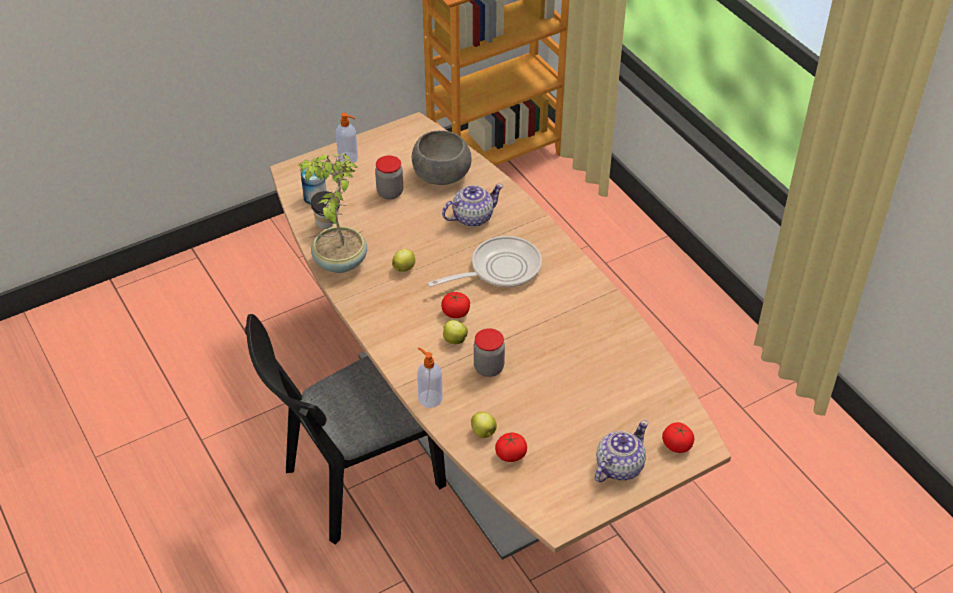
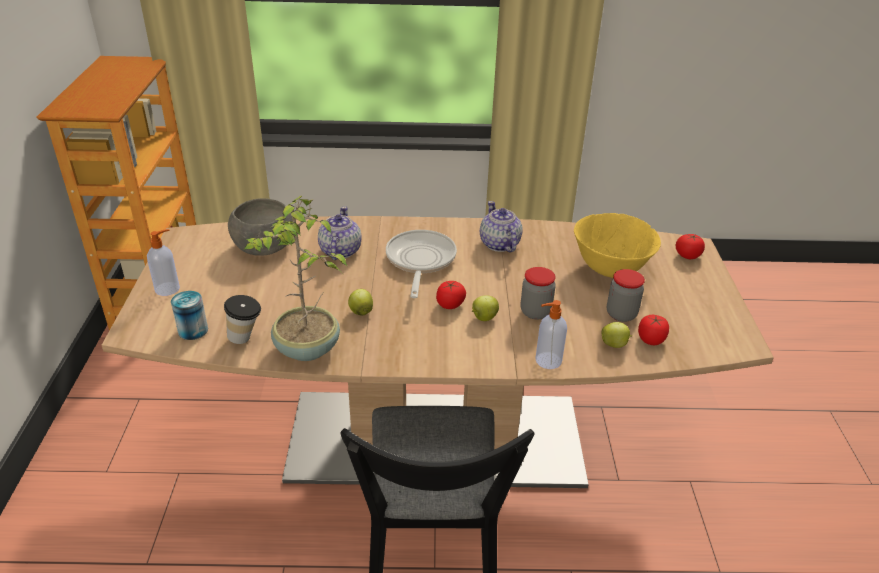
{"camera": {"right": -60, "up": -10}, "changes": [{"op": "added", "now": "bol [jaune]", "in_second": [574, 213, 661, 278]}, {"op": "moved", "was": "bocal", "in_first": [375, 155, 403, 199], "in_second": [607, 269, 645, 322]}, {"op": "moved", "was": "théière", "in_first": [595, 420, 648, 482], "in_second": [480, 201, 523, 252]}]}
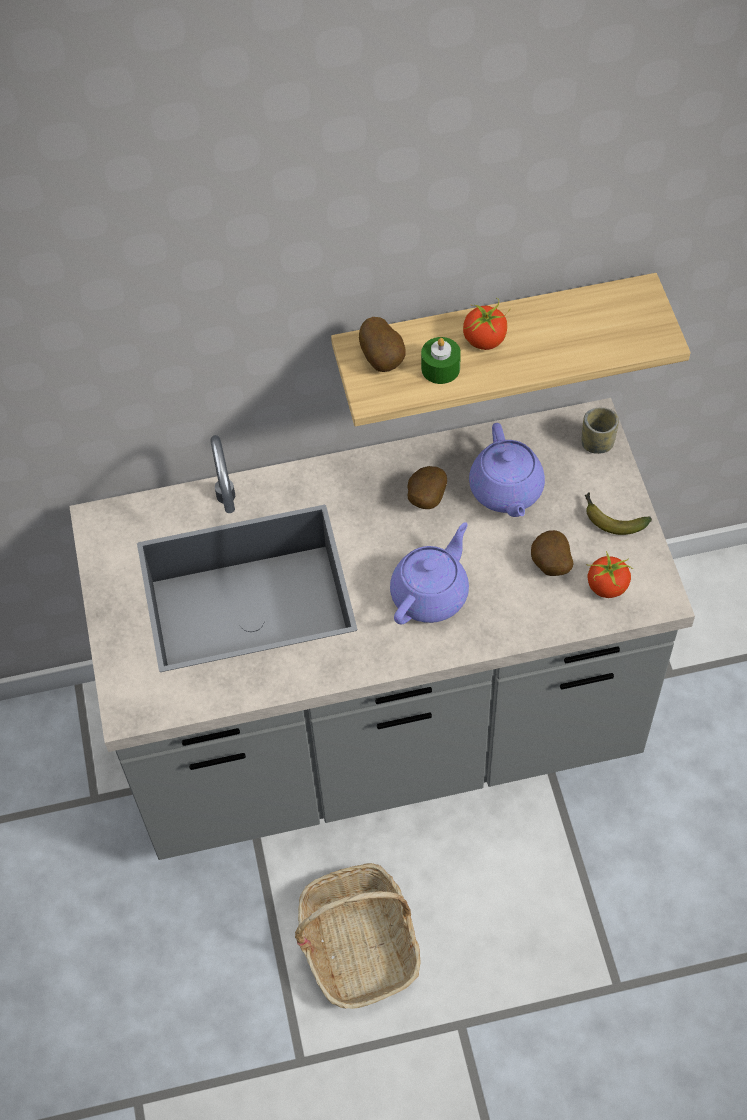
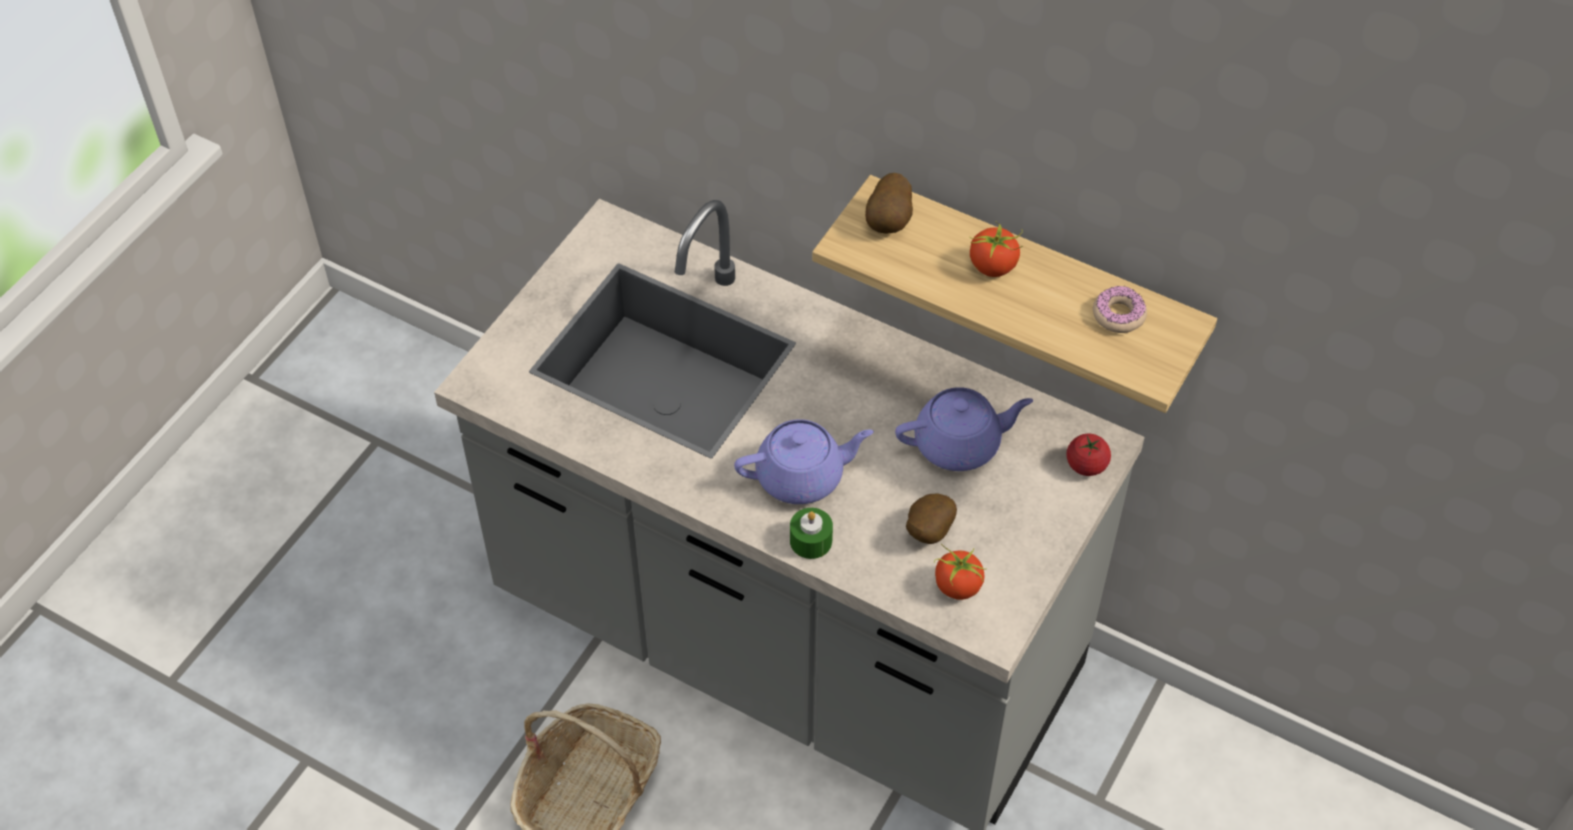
{"camera": {"right": 40, "up": -5}, "changes": [{"op": "removed", "was": "pomme de terre", "in_first": [407, 466, 447, 509]}, {"op": "removed", "was": "banane", "in_first": [585, 493, 652, 535]}, {"op": "added", "now": "beignet", "in_second": [1093, 285, 1147, 333]}, {"op": "moved", "was": "bougie [vert]", "in_first": [421, 337, 461, 384], "in_second": [790, 508, 833, 559]}, {"op": "replaced", "was": "tasse", "now": "tomate", "in_first": [582, 408, 619, 454], "in_second": [1066, 434, 1111, 476]}, {"op": "turned", "was": "théière [violet]", "in_first": [469, 423, 545, 517], "in_second": [895, 387, 1033, 471], "clockwise": -135}]}
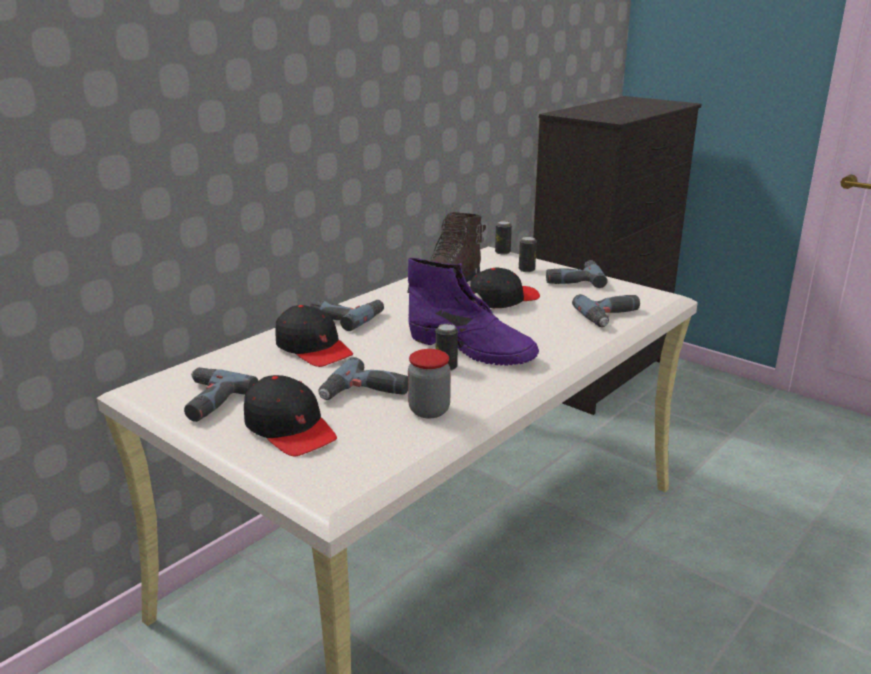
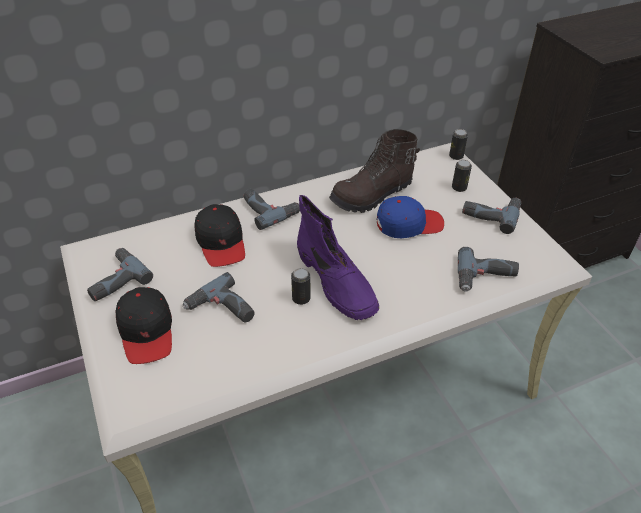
{"camera": {"right": 25, "up": 20}, "changes": [{"op": "removed", "was": "bocal", "in_first": [408, 349, 451, 418]}, {"op": "recoloured", "was": "casquette [noir]", "now": "casquette [bleu]", "in_first": [470, 268, 540, 308], "in_second": [377, 196, 444, 238]}]}
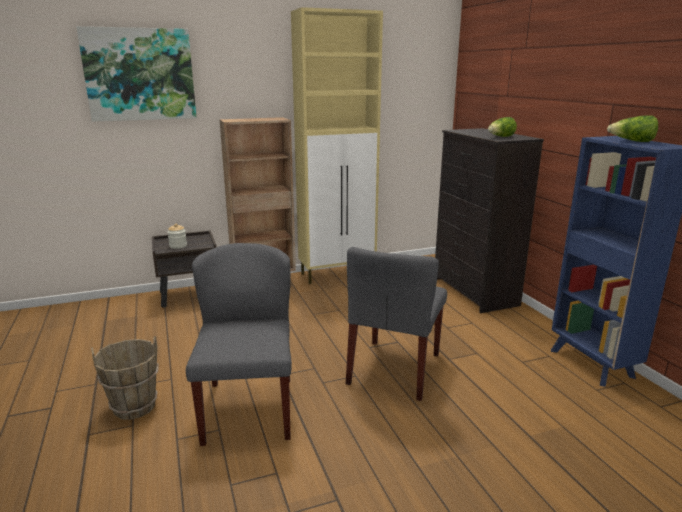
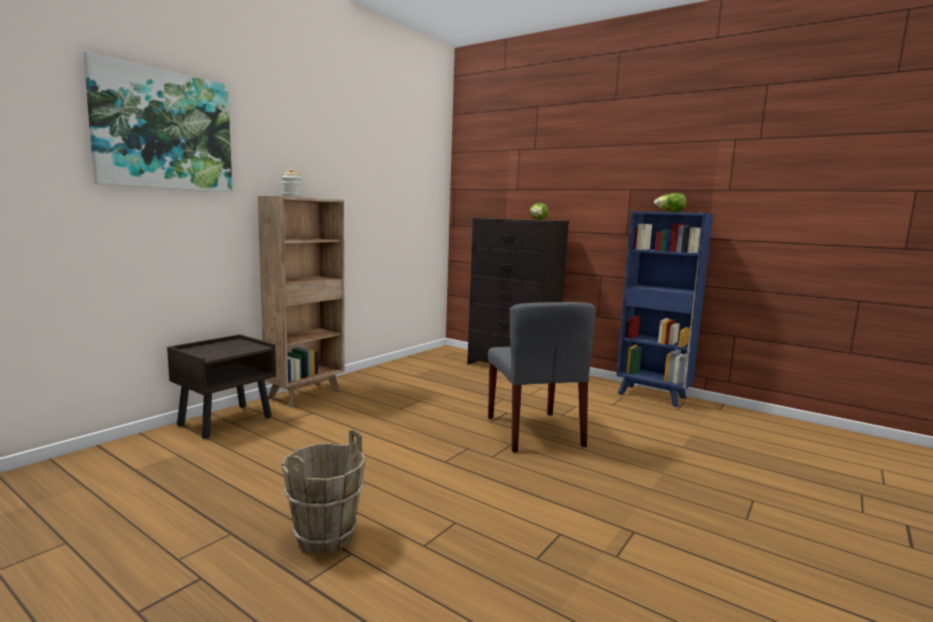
{"camera": {"right": -35, "up": -10}, "changes": [{"op": "removed", "was": "chaise [gris]", "in_first": [186, 243, 292, 446]}, {"op": "removed", "was": "meuble de rangement [beige]", "in_first": [291, 7, 383, 284]}, {"op": "moved", "was": "bocal", "in_first": [167, 224, 187, 249], "in_second": [281, 169, 302, 197]}]}
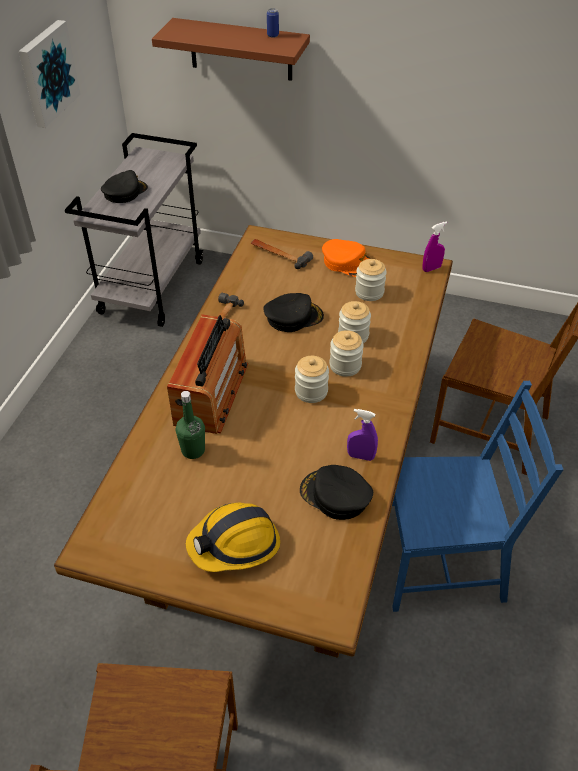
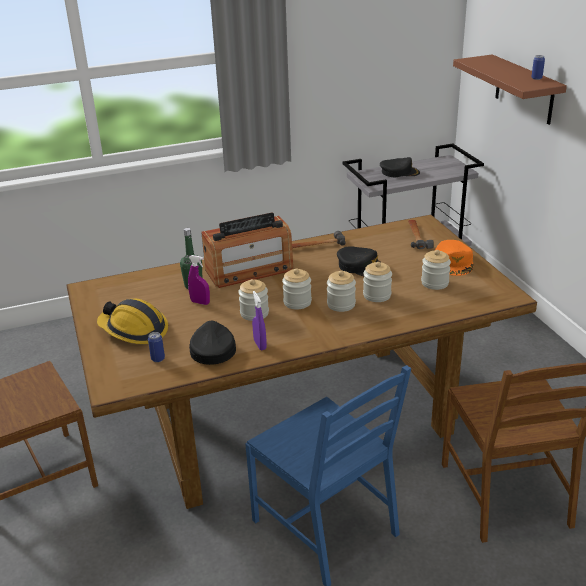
{"camera": {"right": 55, "up": -15}, "changes": [{"op": "removed", "was": "tableau", "in_first": [19, 20, 81, 128]}, {"op": "added", "now": "boîte métallique", "in_second": [148, 332, 165, 362]}, {"op": "added", "now": "bocal", "in_second": [238, 279, 269, 321]}, {"op": "moved", "was": "vaporisateur [violet]", "in_first": [423, 222, 447, 272], "in_second": [188, 255, 210, 305]}]}
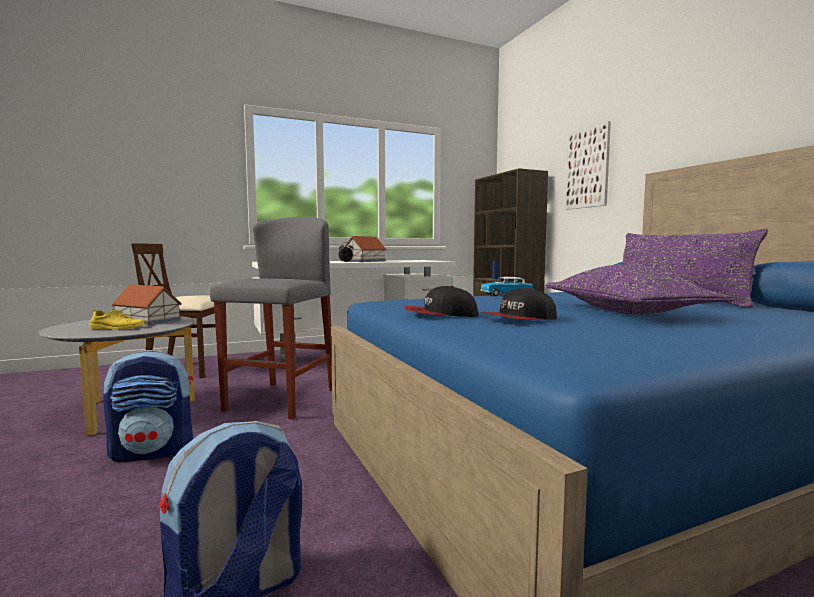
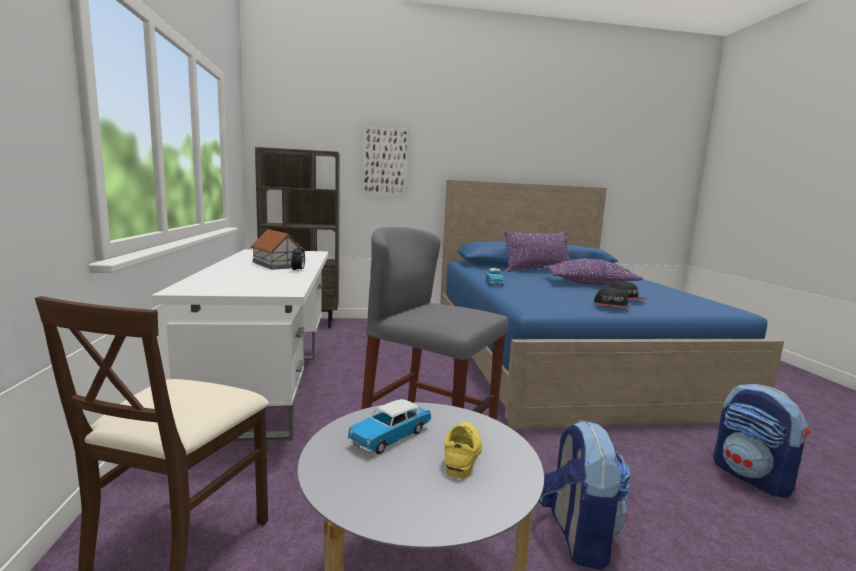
{"camera": {"right": -75, "up": 5}, "changes": [{"op": "replaced", "was": "maison miniature", "now": "petite voiture", "in_first": [111, 285, 182, 326], "in_second": [347, 399, 431, 454]}]}
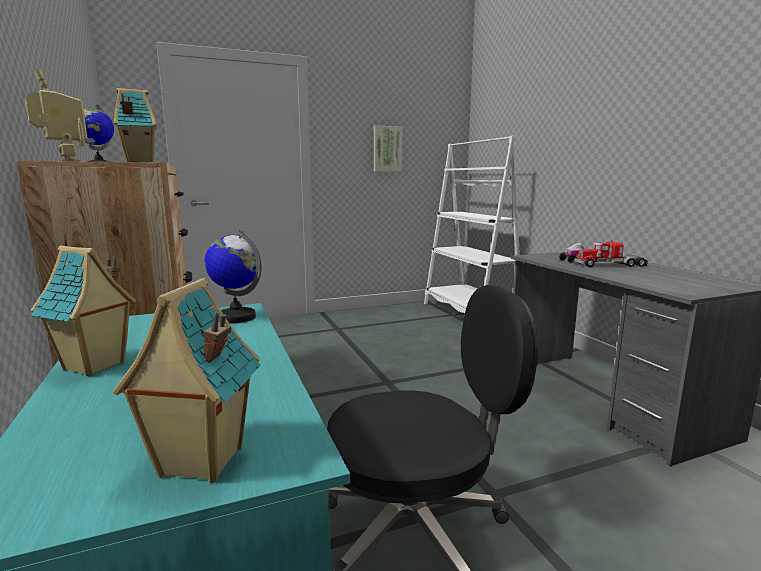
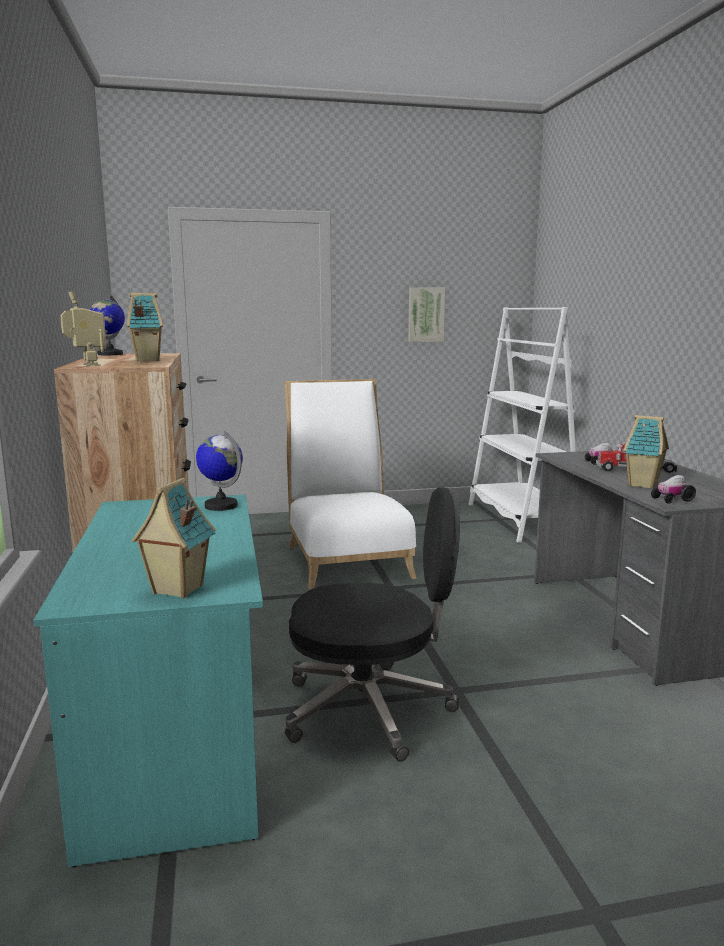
{"camera": {"right": 10, "up": 0}, "changes": [{"op": "added", "now": "chaise [blanc]", "in_second": [285, 379, 417, 590]}, {"op": "added", "now": "petite voiture", "in_second": [651, 475, 696, 504]}, {"op": "moved", "was": "maison miniature", "in_first": [31, 246, 136, 376], "in_second": [623, 415, 669, 489]}]}
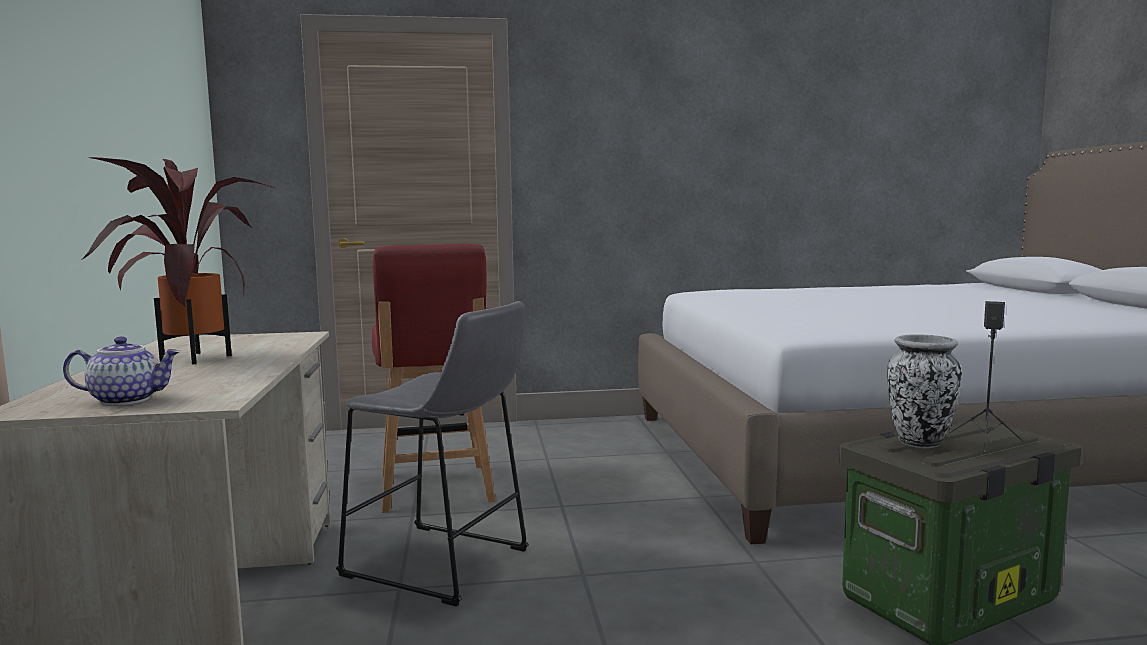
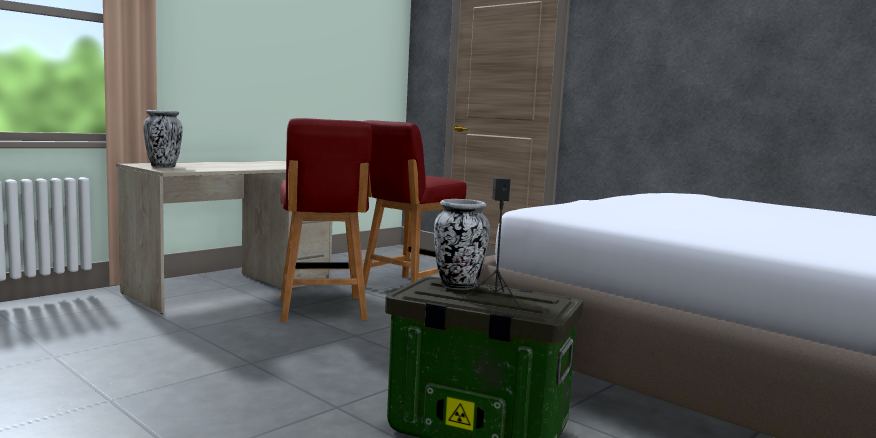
{"camera": {"right": 50, "up": 0}, "changes": [{"op": "removed", "was": "plante en pot", "in_first": [83, 157, 275, 365]}, {"op": "replaced", "was": "théière", "now": "vase", "in_first": [63, 336, 181, 406], "in_second": [143, 110, 183, 168]}, {"op": "replaced", "was": "tabouret [gris]", "now": "chaise [rouge]", "in_first": [336, 301, 529, 607], "in_second": [280, 118, 372, 322]}]}
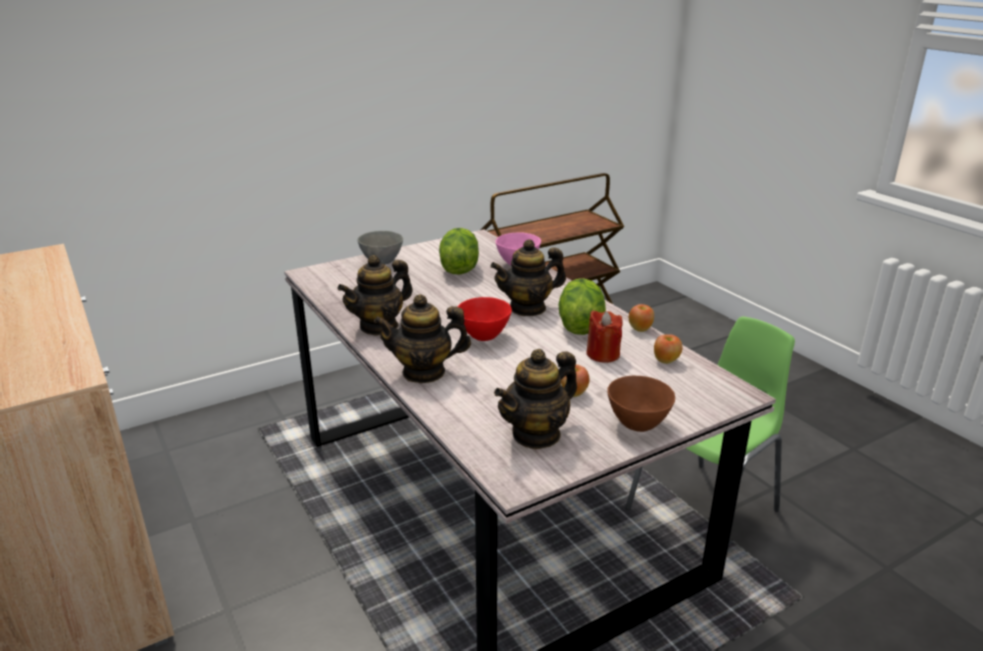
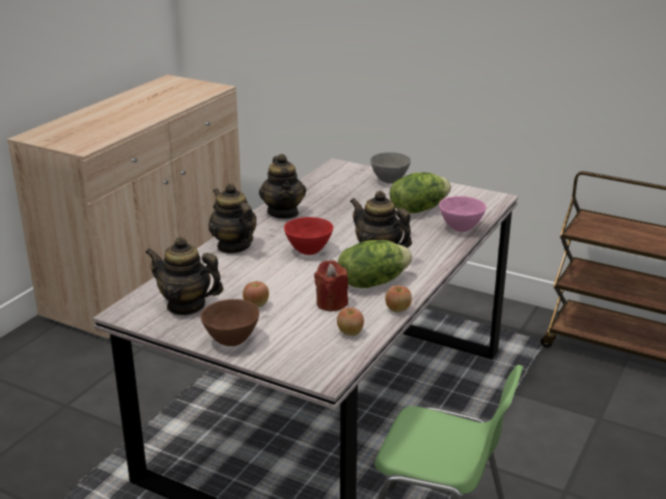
{"camera": {"right": 60, "up": 0}, "changes": [{"op": "turned", "was": "théière", "in_first": [338, 255, 413, 336], "in_second": [259, 154, 306, 219], "clockwise": -120}]}
